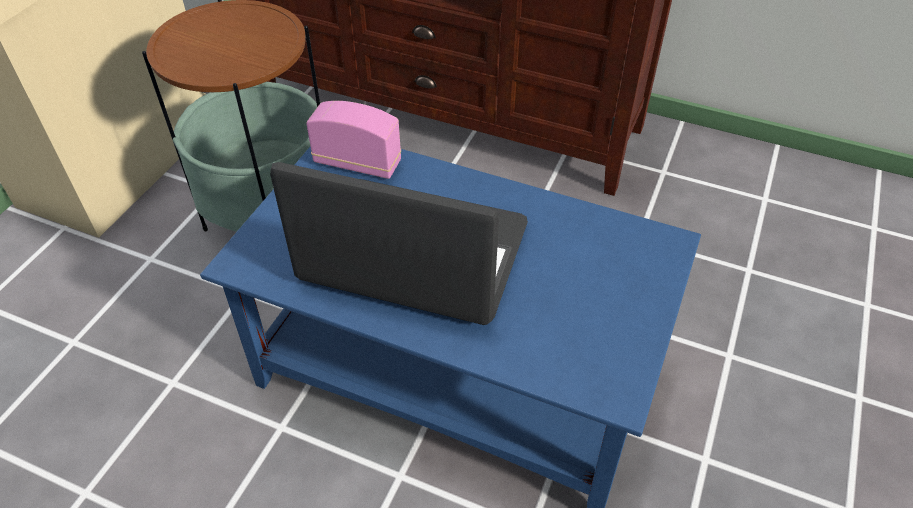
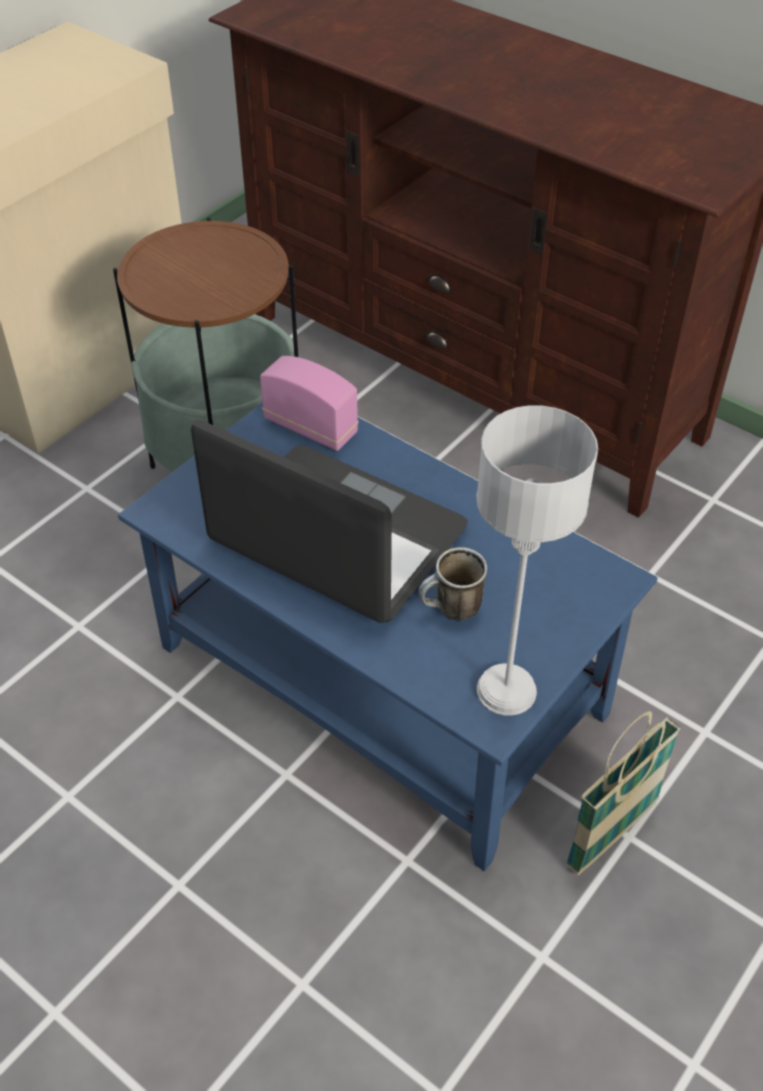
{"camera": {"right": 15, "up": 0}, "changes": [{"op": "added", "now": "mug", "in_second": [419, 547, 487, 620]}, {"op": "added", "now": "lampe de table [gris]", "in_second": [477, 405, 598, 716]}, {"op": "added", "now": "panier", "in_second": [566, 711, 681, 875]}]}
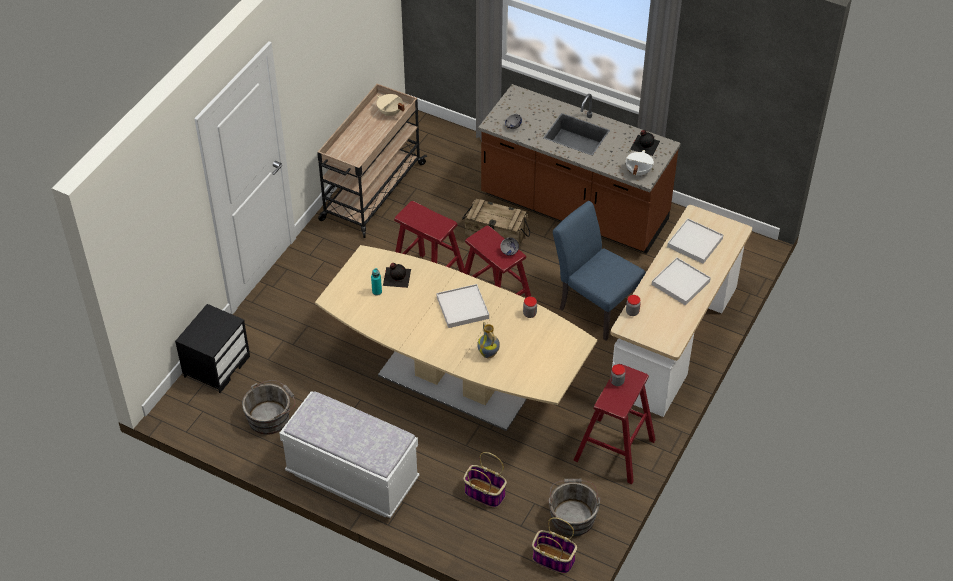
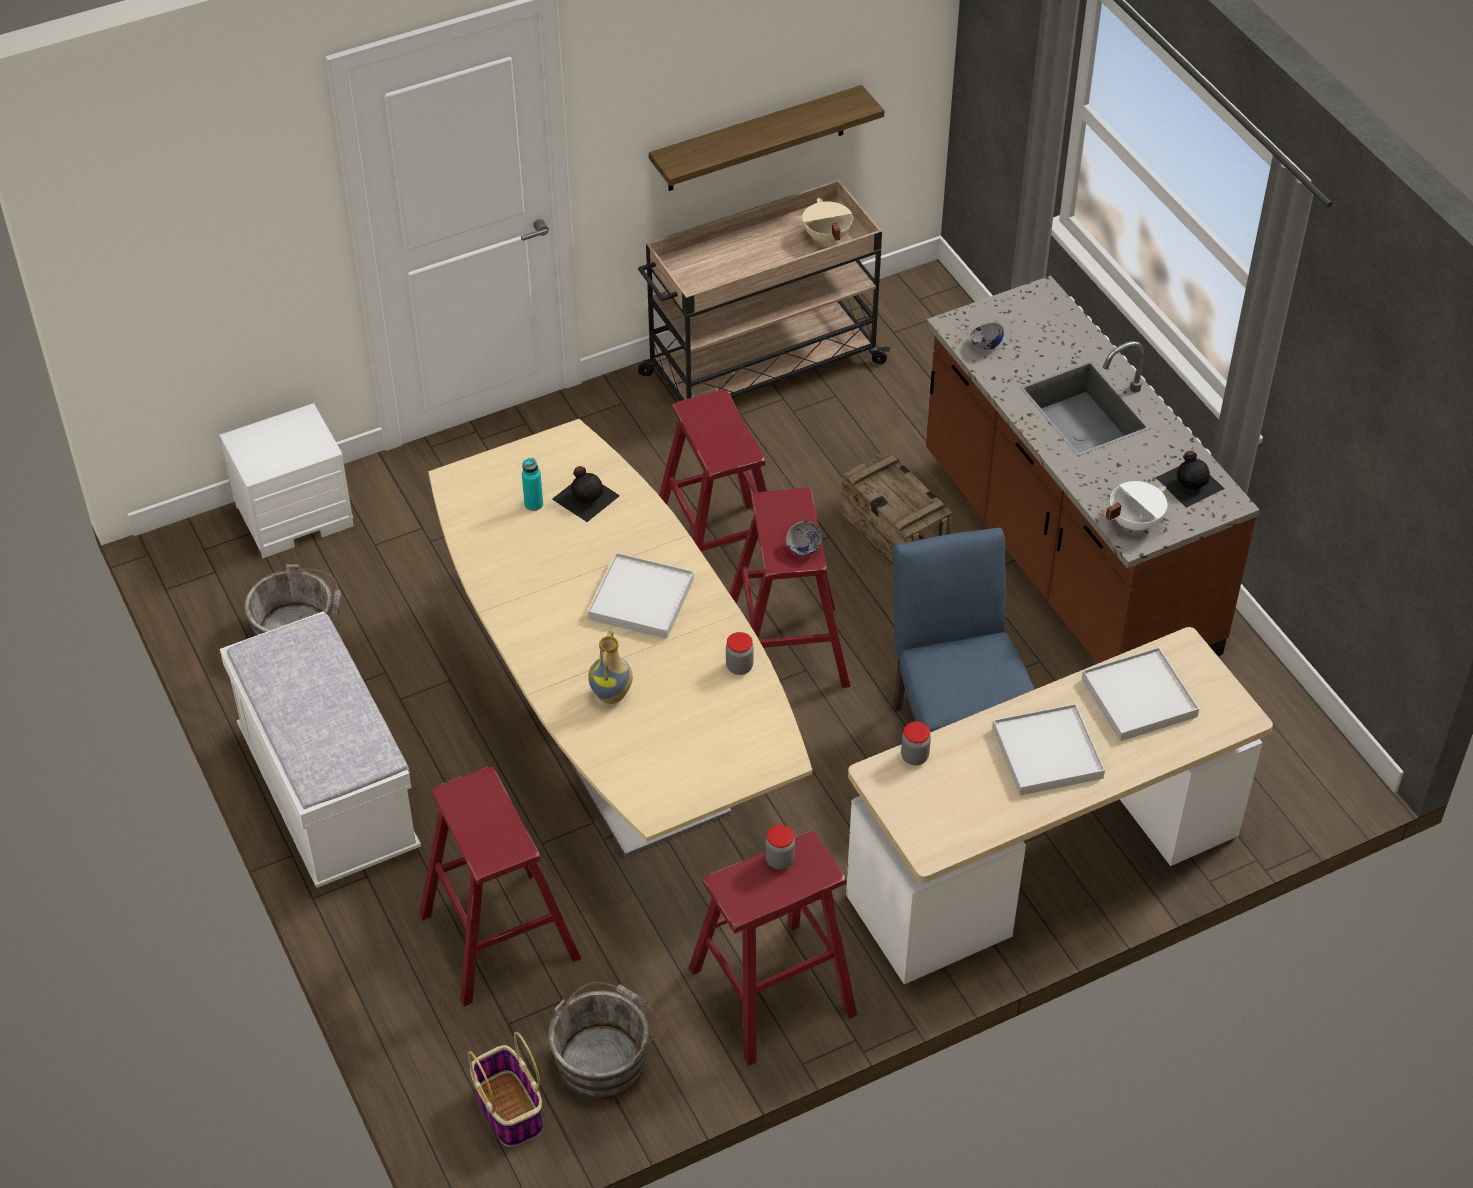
{"camera": {"right": 35, "up": 0}, "changes": [{"op": "added", "now": "étagère", "in_second": [649, 85, 885, 191]}, {"op": "replaced", "was": "panier", "now": "tabouret [rouge]", "in_first": [463, 452, 507, 508], "in_second": [419, 767, 581, 1006]}, {"op": "recoloured", "was": "table de chevet [noir]", "now": "table de chevet [blanc]", "in_first": [175, 304, 250, 393], "in_second": [220, 403, 354, 558]}]}
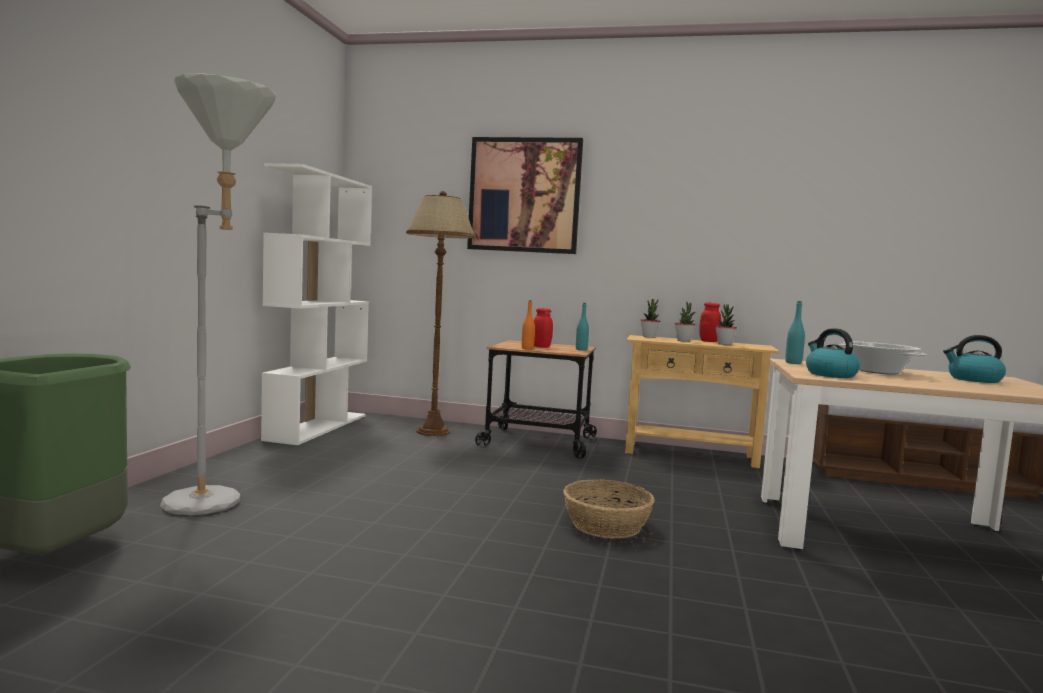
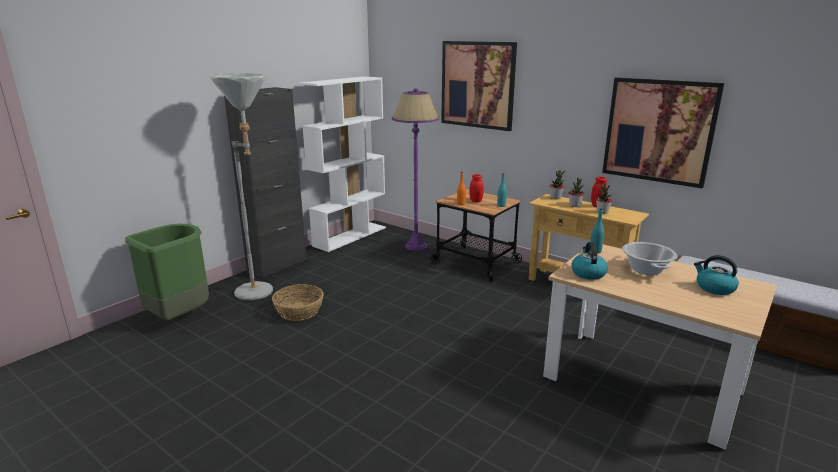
{"camera": {"right": 25, "up": 15}, "changes": [{"op": "added", "now": "meuble de rangement [noir]", "in_second": [224, 87, 307, 279]}, {"op": "added", "now": "tableau", "in_second": [602, 77, 724, 189]}, {"op": "moved", "was": "panier", "in_first": [563, 479, 655, 539], "in_second": [272, 284, 324, 321]}, {"op": "recoloured", "was": "lampadaire [marron]", "now": "lampadaire [violet]", "in_first": [406, 191, 476, 436], "in_second": [392, 88, 439, 251]}]}
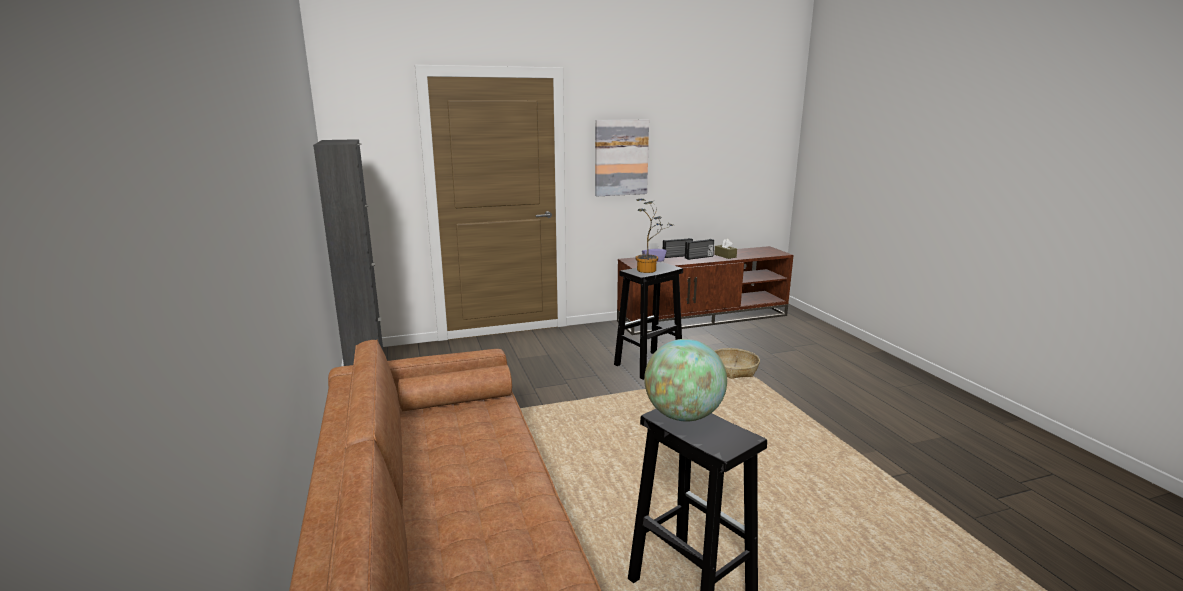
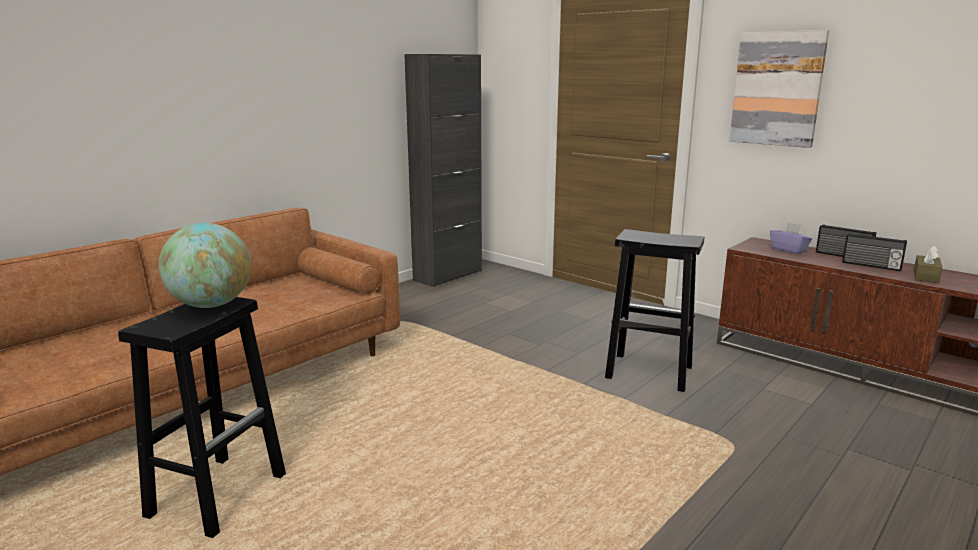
{"camera": {"right": 60, "up": 0}, "changes": [{"op": "removed", "was": "plante en pot", "in_first": [636, 199, 673, 273]}, {"op": "removed", "was": "panier", "in_first": [715, 348, 760, 379]}]}
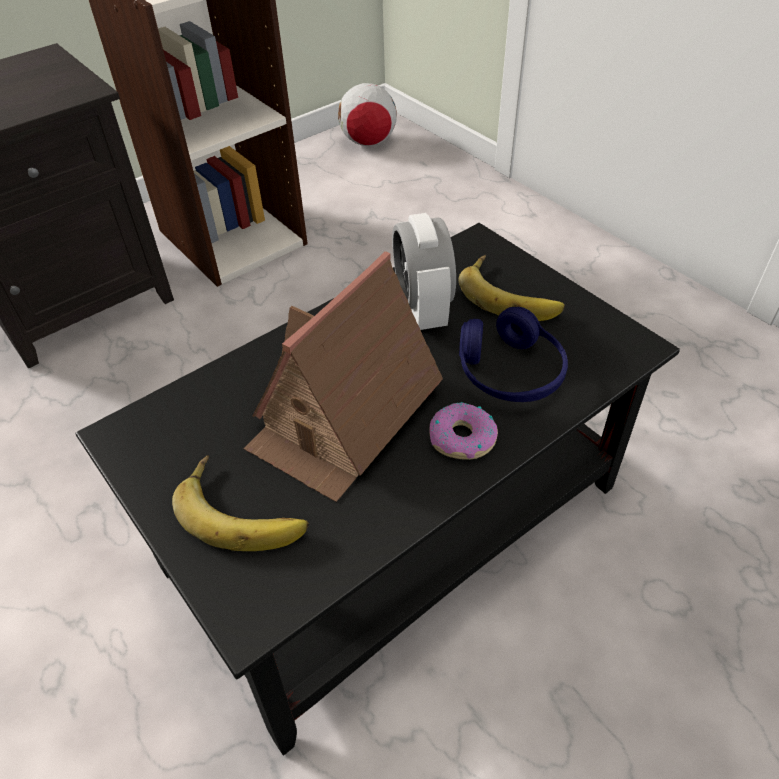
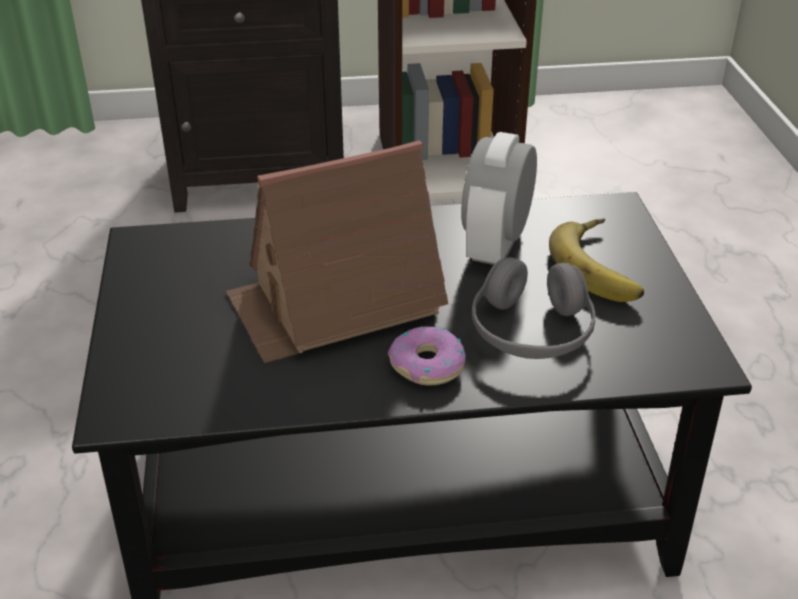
{"camera": {"right": 30, "up": -10}, "changes": [{"op": "removed", "was": "banane", "in_first": [172, 455, 309, 551]}, {"op": "removed", "was": "ballon de foot", "in_first": [338, 83, 397, 146]}, {"op": "recoloured", "was": "casque audio [bleu]", "now": "casque audio [gris]", "in_first": [459, 307, 568, 402], "in_second": [472, 257, 595, 359]}]}
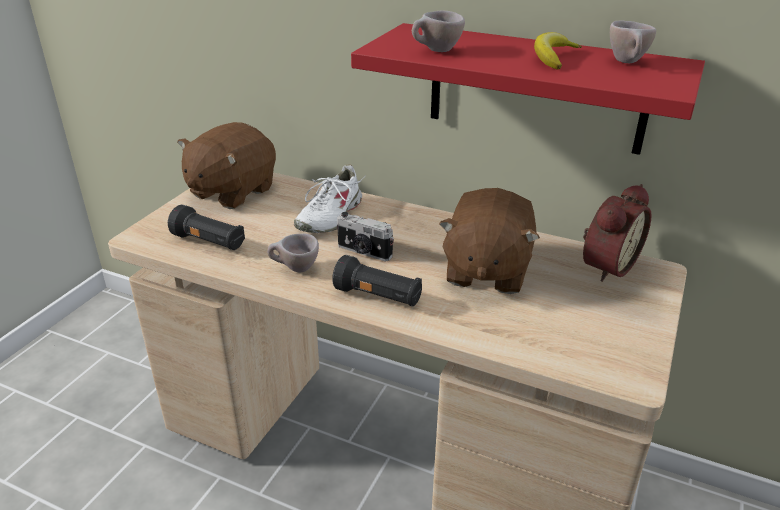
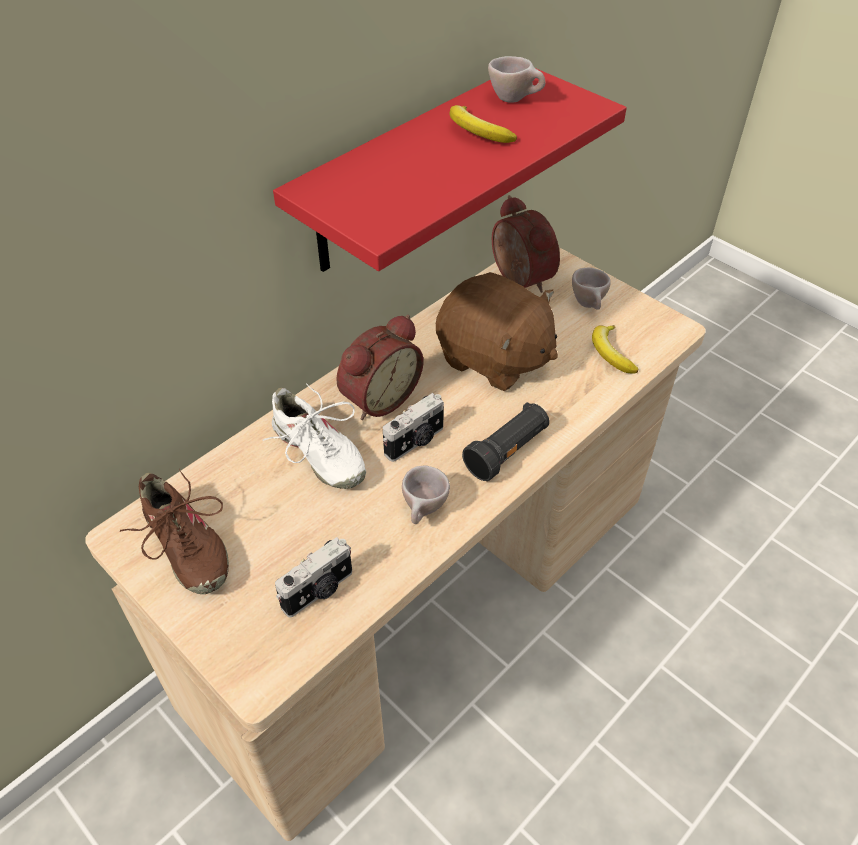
{"camera": {"right": -70, "up": 15}, "changes": [{"op": "added", "now": "réveil", "in_second": [336, 315, 423, 420]}, {"op": "added", "now": "banane", "in_second": [592, 325, 639, 374]}, {"op": "moved", "was": "tasse [beige]", "in_first": [412, 11, 465, 52], "in_second": [572, 267, 611, 310]}, {"op": "replaced", "was": "lampe de poche [noir]", "now": "appareil photo", "in_first": [168, 205, 245, 250], "in_second": [275, 537, 352, 617]}, {"op": "replaced", "was": "peluche [marron]", "now": "chaussure [marron]", "in_first": [177, 122, 276, 209], "in_second": [120, 469, 229, 594]}]}
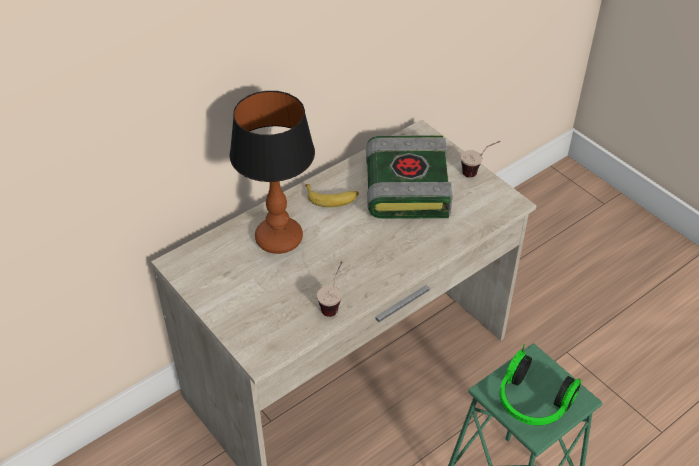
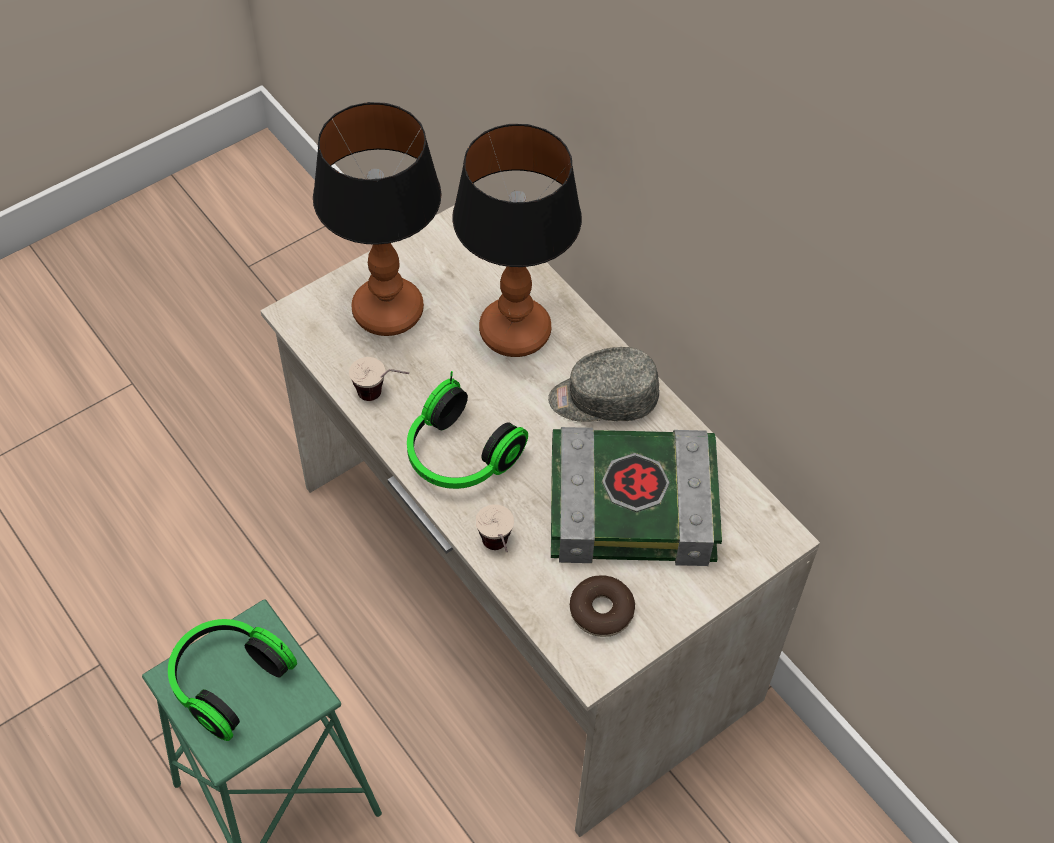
{"camera": {"right": 90, "up": 10}, "changes": [{"op": "added", "now": "lampe de table", "in_second": [313, 102, 442, 336]}, {"op": "added", "now": "casque audio", "in_second": [407, 371, 528, 489]}, {"op": "added", "now": "beignet", "in_second": [570, 575, 635, 637]}, {"op": "moved", "was": "tasse", "in_first": [461, 141, 500, 178], "in_second": [476, 505, 514, 552]}, {"op": "replaced", "was": "banane", "now": "casquette [gris]", "in_first": [305, 184, 359, 207], "in_second": [548, 347, 659, 422]}]}
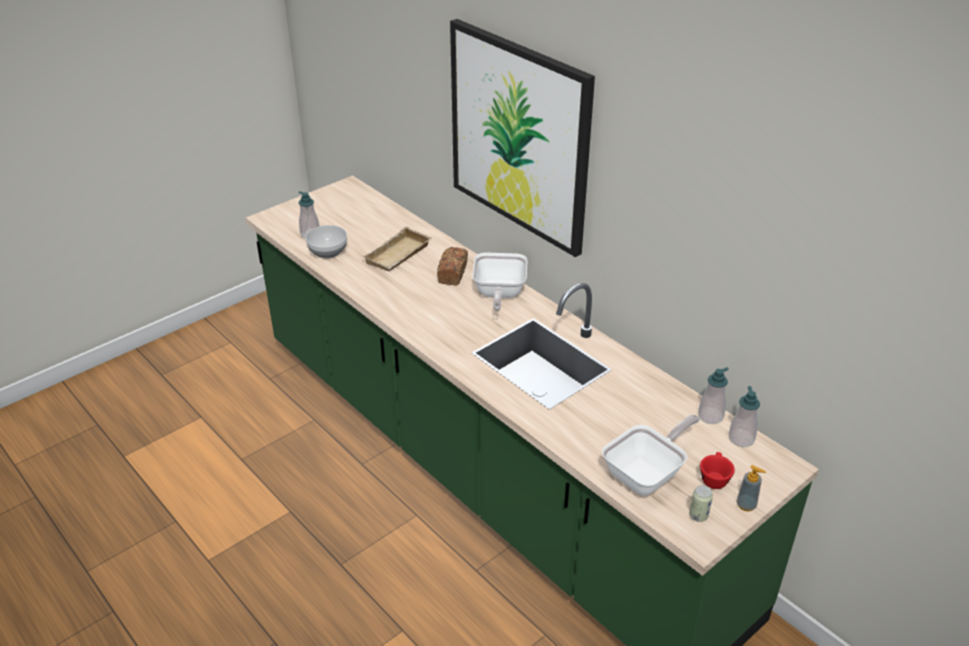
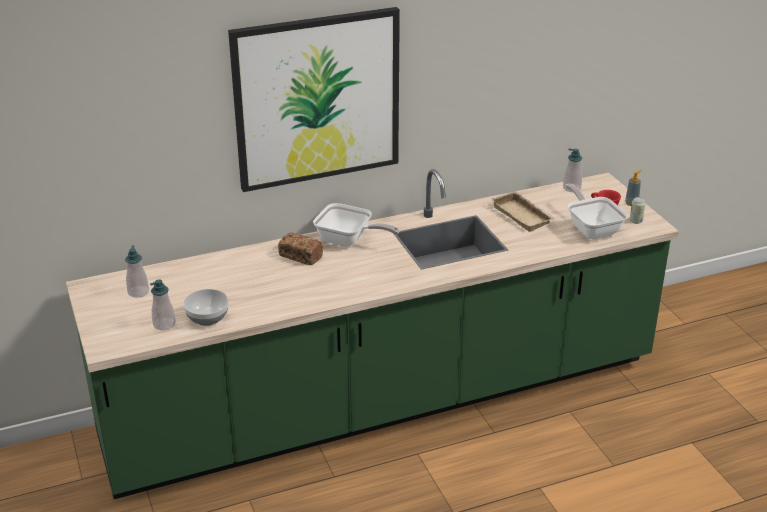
{"camera": {"right": -70, "up": -5}, "changes": [{"op": "moved", "was": "plateau [beige]", "in_first": [363, 226, 432, 271], "in_second": [491, 191, 555, 232]}, {"op": "moved", "was": "distributeur de savon", "in_first": [698, 367, 729, 424], "in_second": [125, 245, 149, 298]}]}
